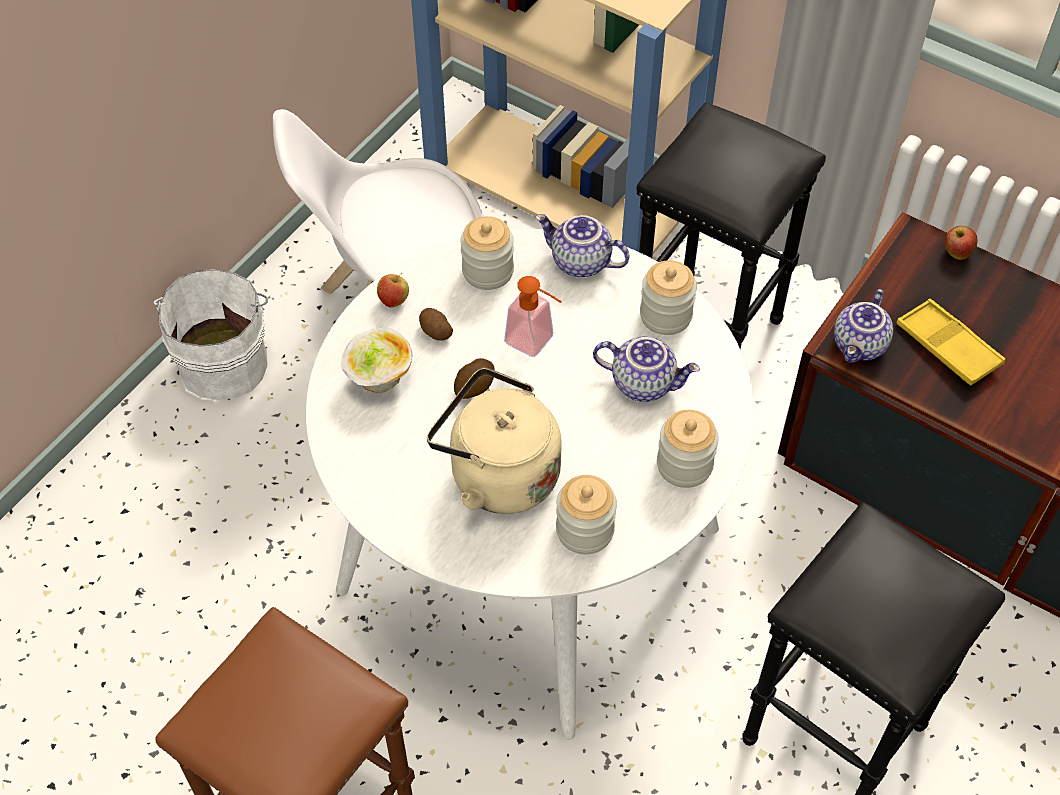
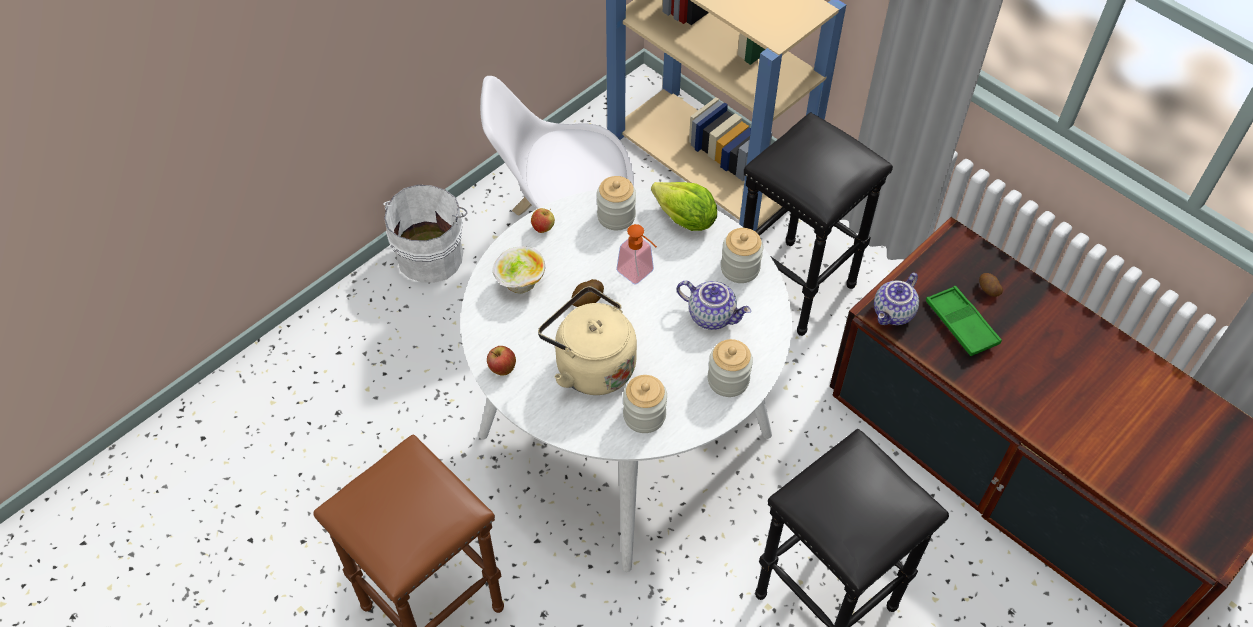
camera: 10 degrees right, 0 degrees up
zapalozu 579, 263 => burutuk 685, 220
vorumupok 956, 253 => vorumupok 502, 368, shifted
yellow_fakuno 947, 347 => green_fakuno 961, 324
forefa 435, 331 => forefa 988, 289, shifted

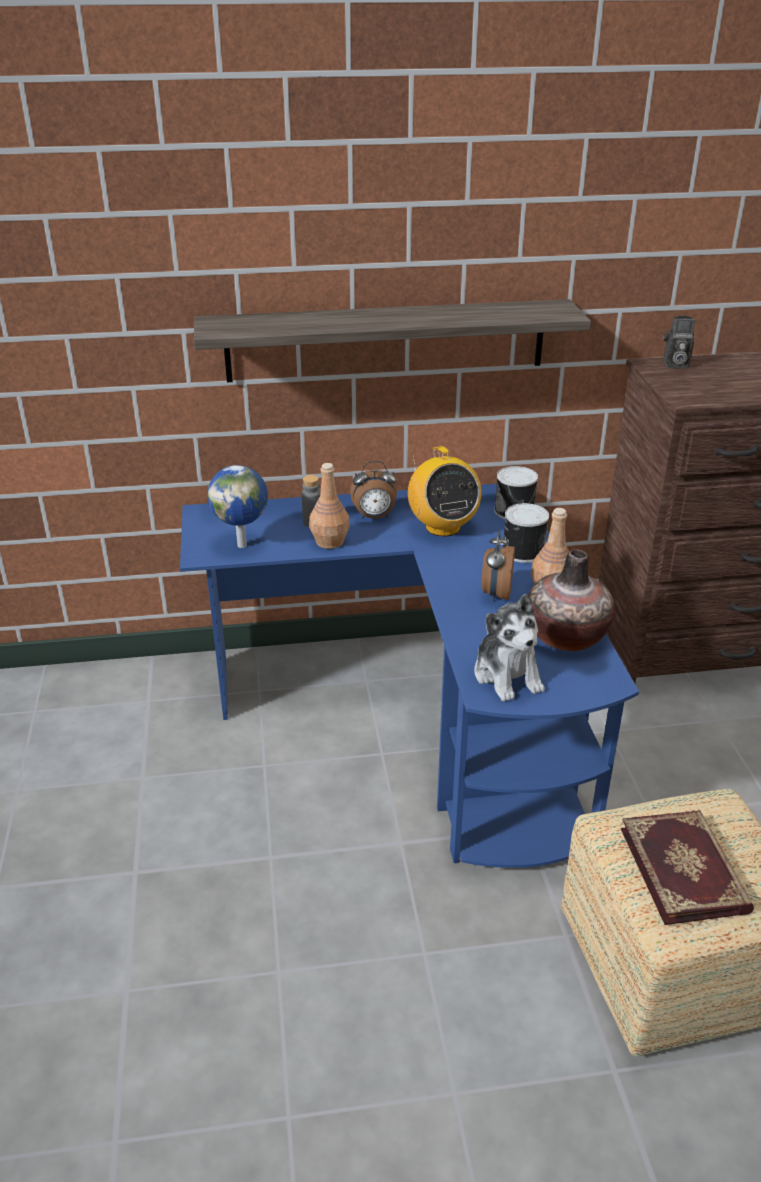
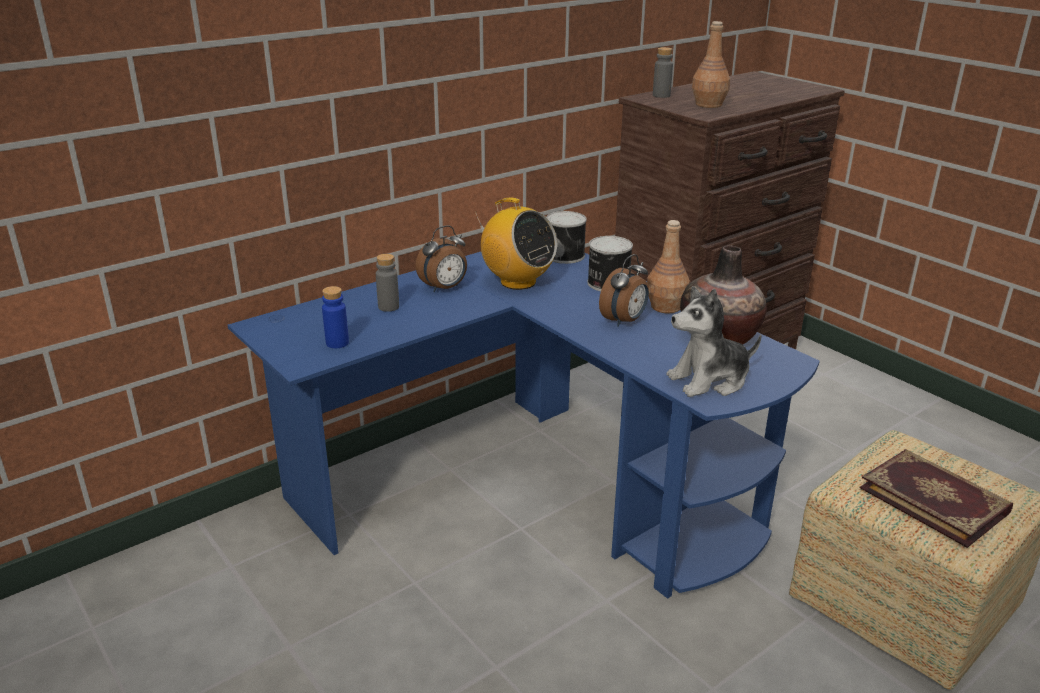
camera: 30 degrees left, 5 degrees down
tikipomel 386, 340 => nothing
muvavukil 674, 364 => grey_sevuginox 661, 95
brown_sevuginox 329, 542 => brown_sevuginox 708, 105, shifted
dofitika 243, 545 => blue_sevuginox 337, 343
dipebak 495, 594 => dipebak 624, 321, 120 degrees counterclockwise
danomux 507, 675 => danomux 709, 380, 120 degrees clockwise

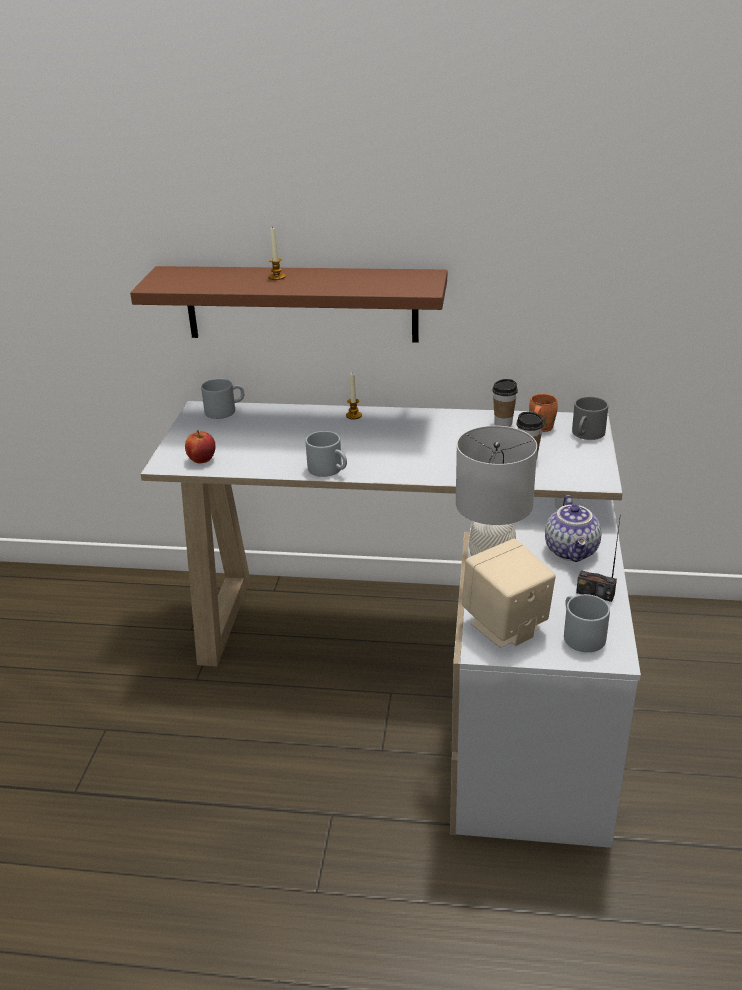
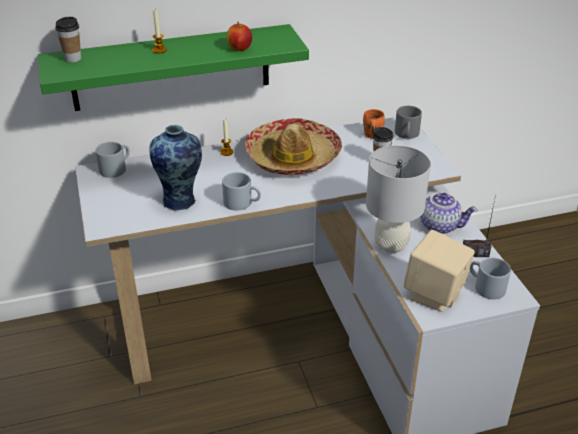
camera: 25 degrees left, 5 degrees up
brown_tikipomel 301, 304 => green_tikipomel 171, 68
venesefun 503, 423 => venesefun 73, 59, shifted
vorumupok 202, 460 => vorumupok 239, 49, shifted
zapalozu 572, 551 => zapalozu 440, 225, 45 degrees counterclockwise
nothing => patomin 293, 157
nothing => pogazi 181, 200

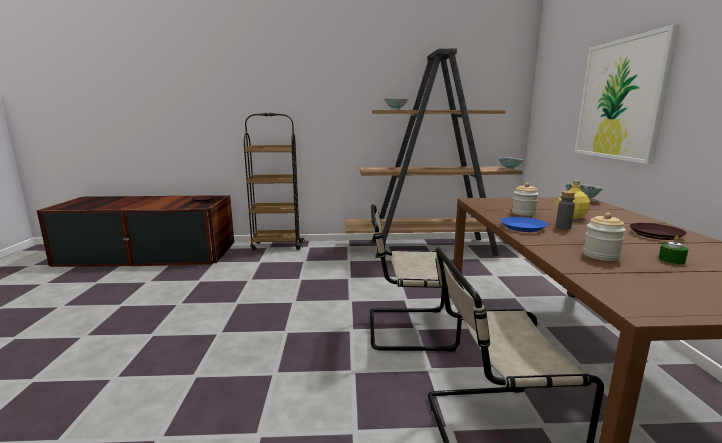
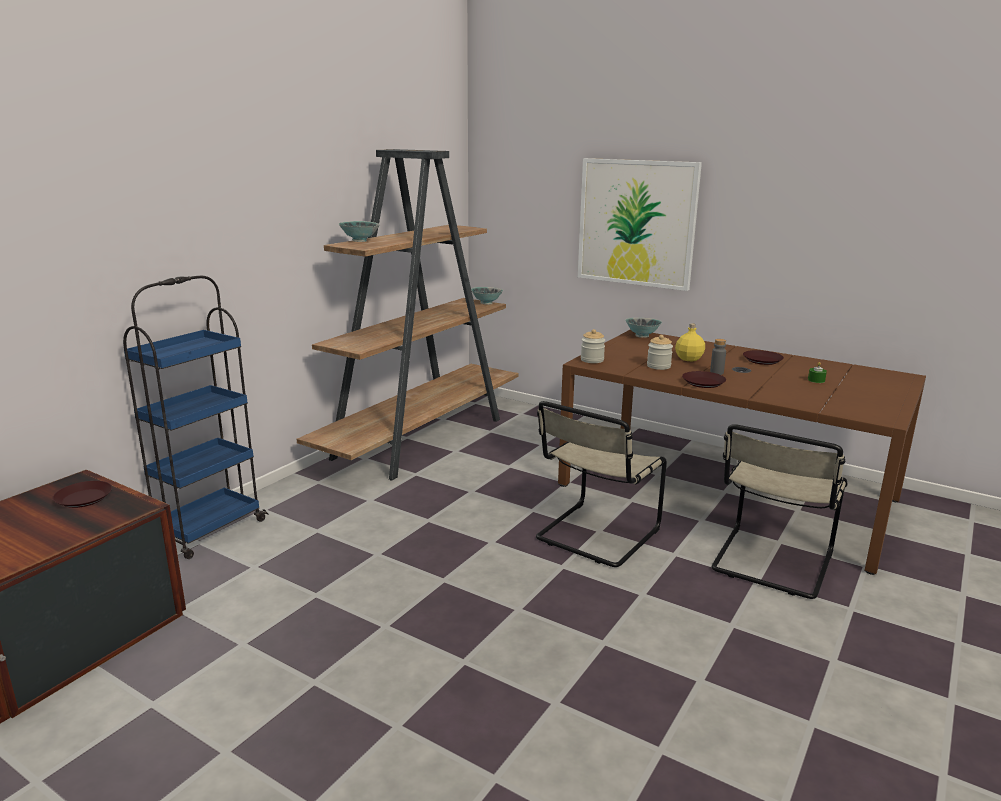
camera: 55 degrees left, 5 degrees up
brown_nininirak 277, 246 => blue_nininirak 210, 533
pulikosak 601, 255 => pulikosak 592, 360, shifted
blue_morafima 523, 228 => brown_morafima 703, 383

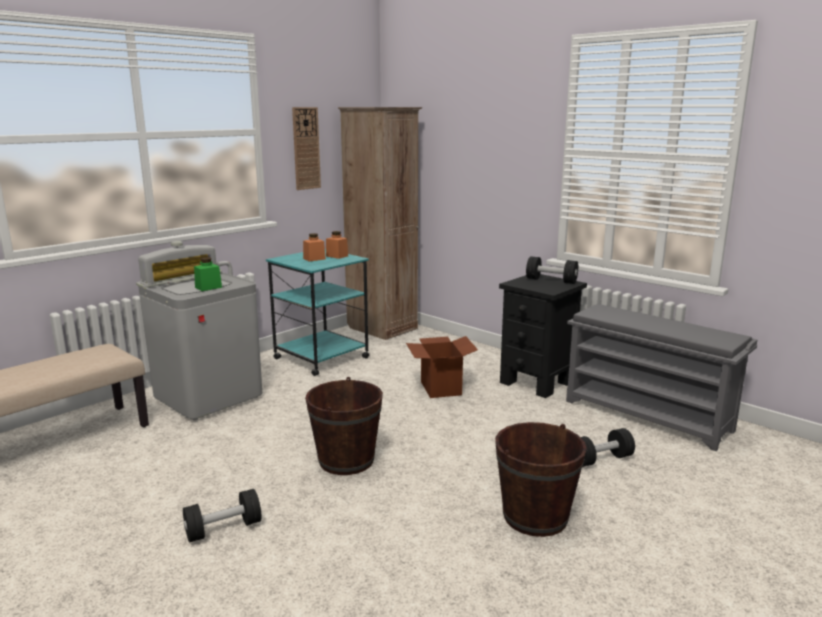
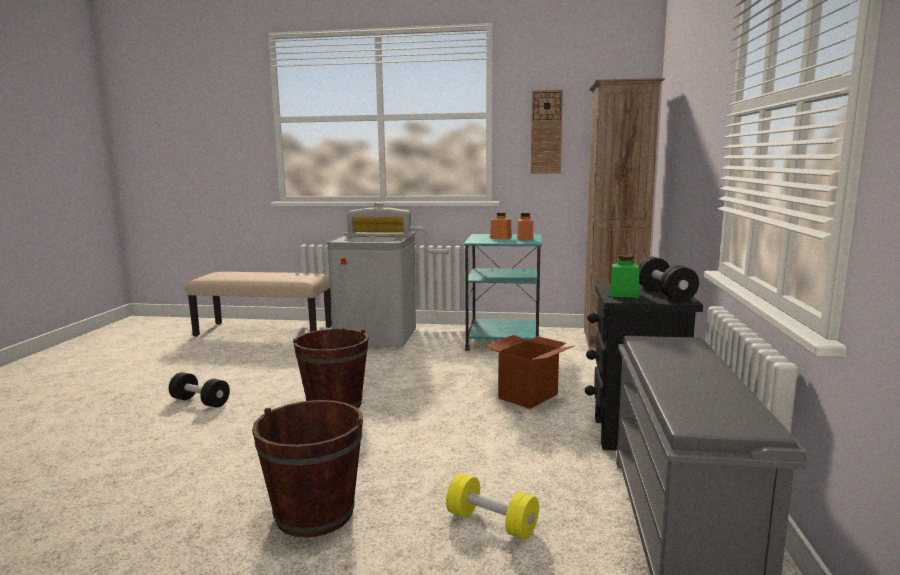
camera: 55 degrees right, 5 degrees down
green_pulikosak 208, 287 => green_pulikosak 624, 294, shifted
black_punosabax 600, 459 => yellow_punosabax 491, 523

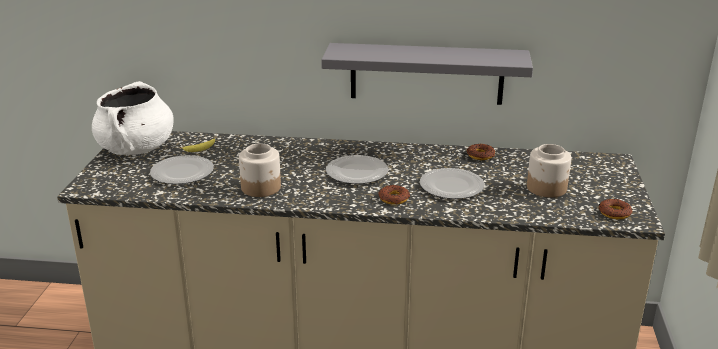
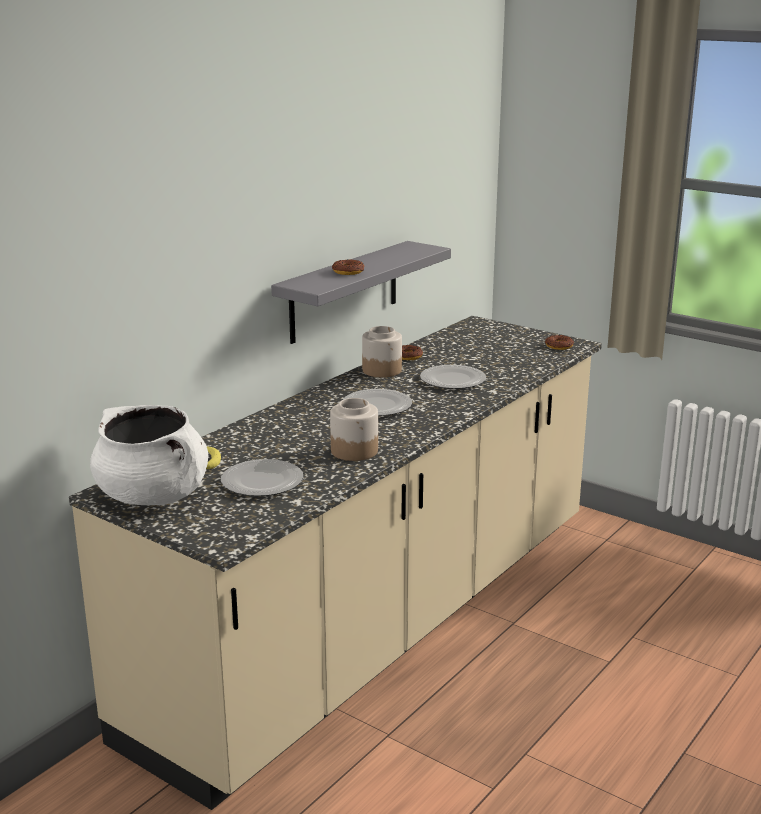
camera: 60 degrees left, 5 degrees down
pulikosak 547, 188 => pulikosak 382, 370, shifted
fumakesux 394, 198 => fumakesux 348, 271, shifted

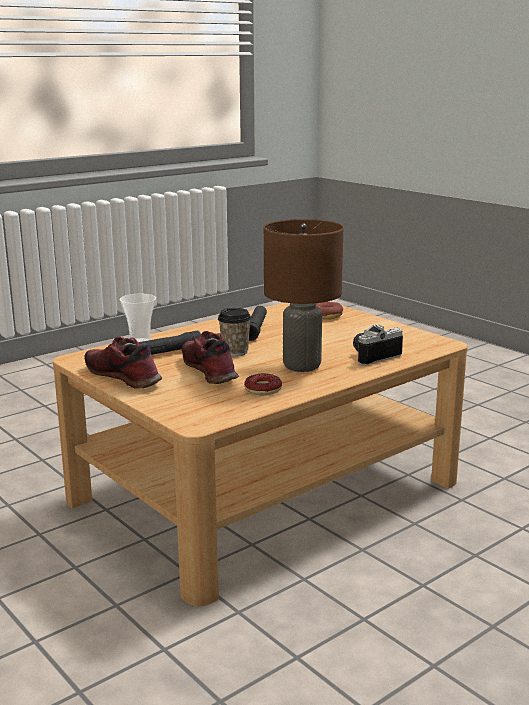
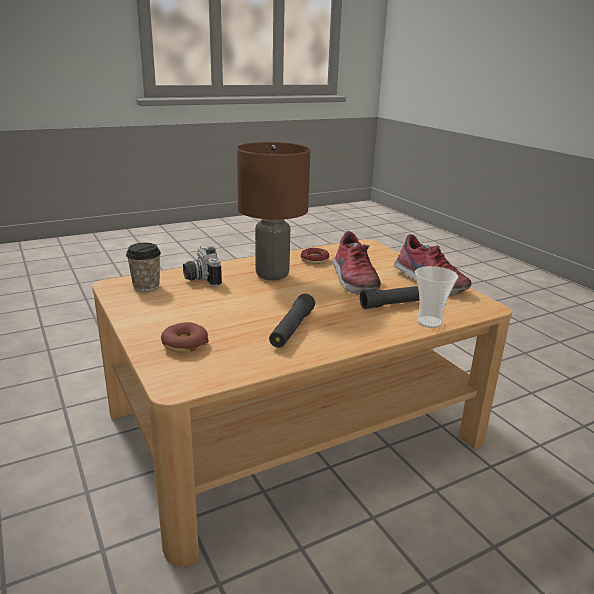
camera: 170 degrees left, 5 degrees up
venesefun 235, 352 => venesefun 146, 286, shifted
muvavukil 372, 356 => muvavukil 200, 278, 90 degrees clockwise

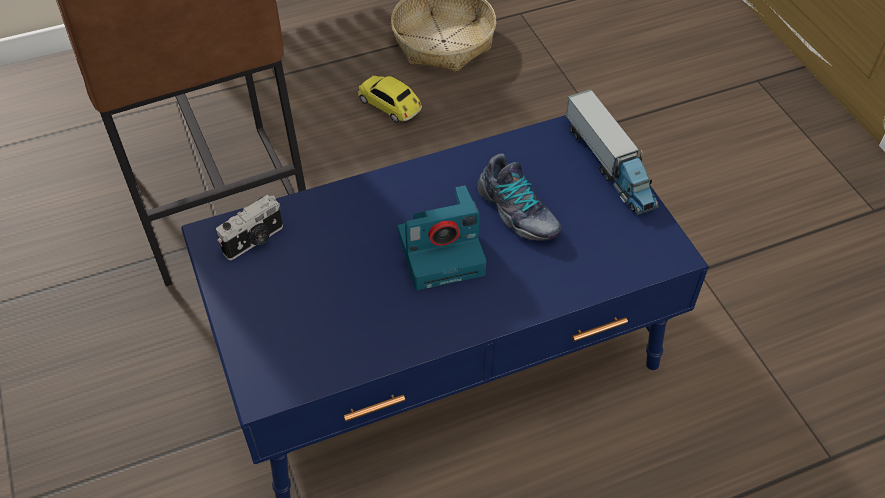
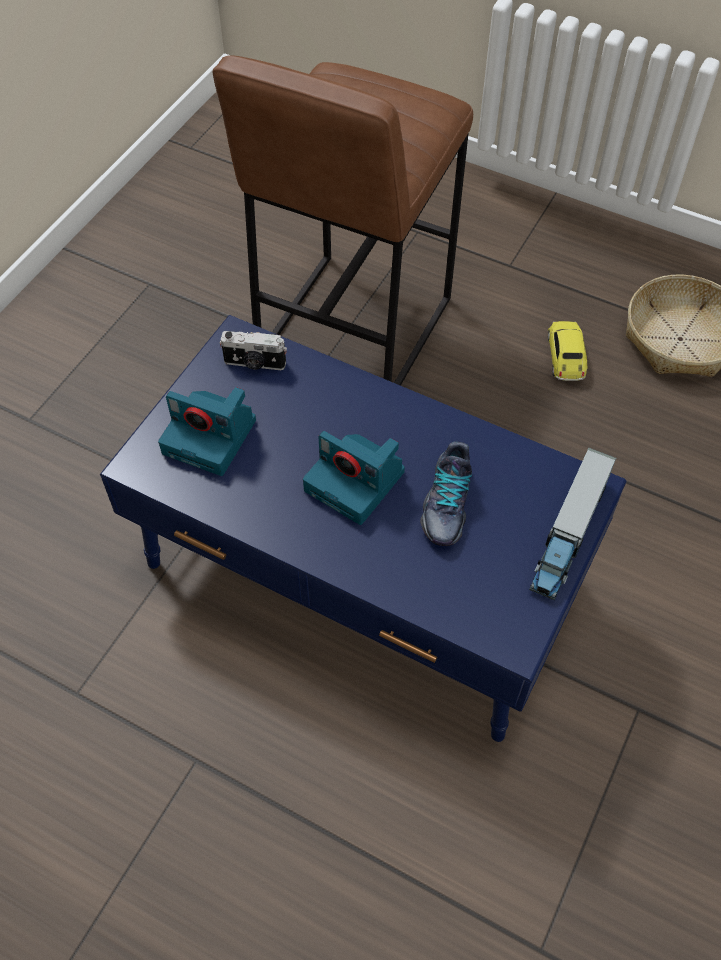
camera: 50 degrees right, 5 degrees up
nothing => muvavukil 212, 436

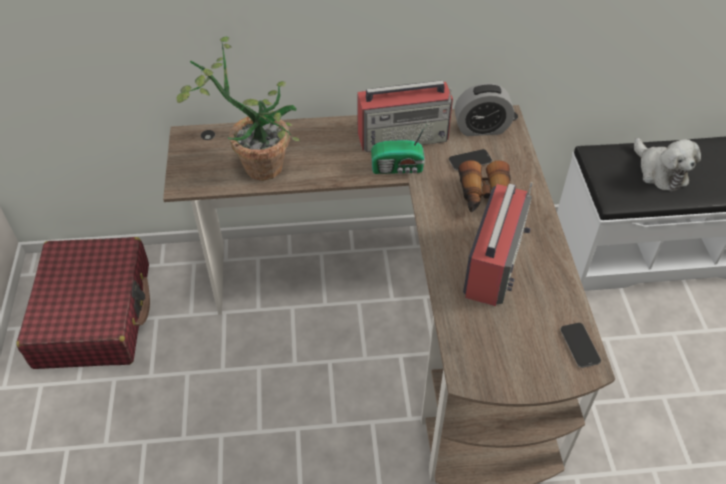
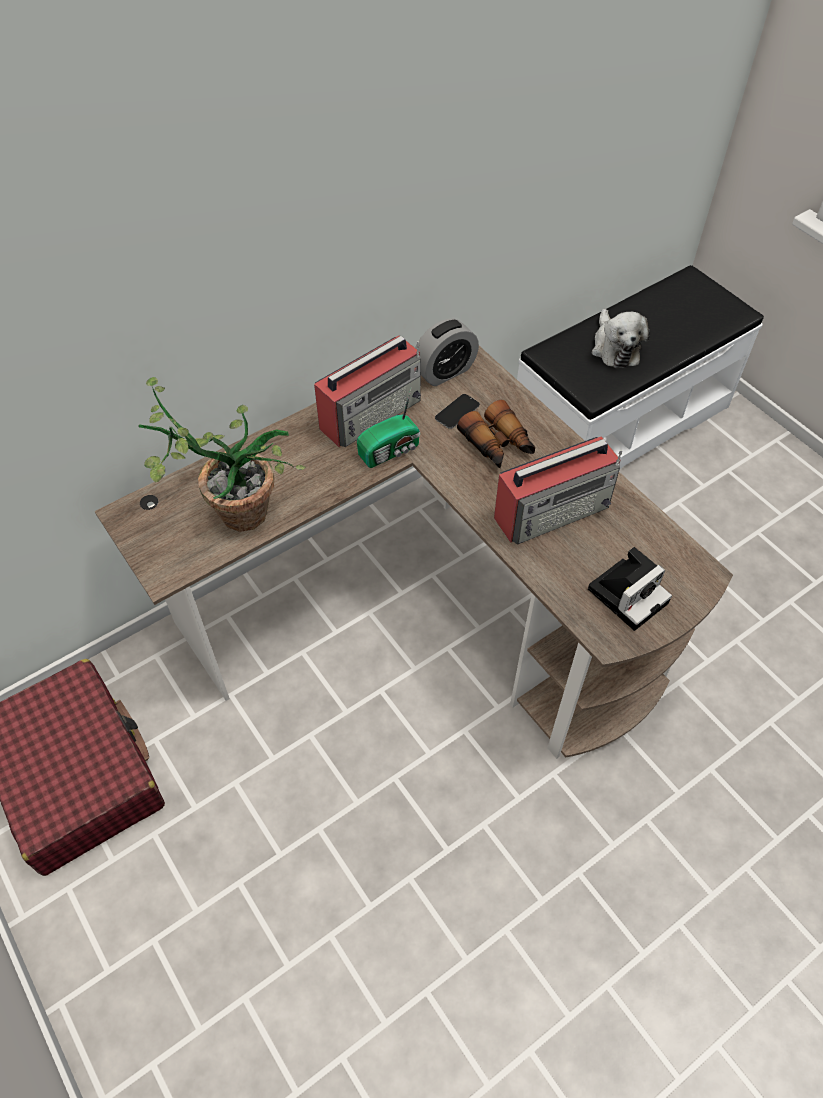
camera: 30 degrees left, 5 degrees up
danomux 660, 172 => danomux 615, 347, 45 degrees clockwise
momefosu 494, 262 => momefosu 553, 511, 75 degrees clockwise
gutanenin 580, 345 => nothing
nothing => muvavukil 629, 593

